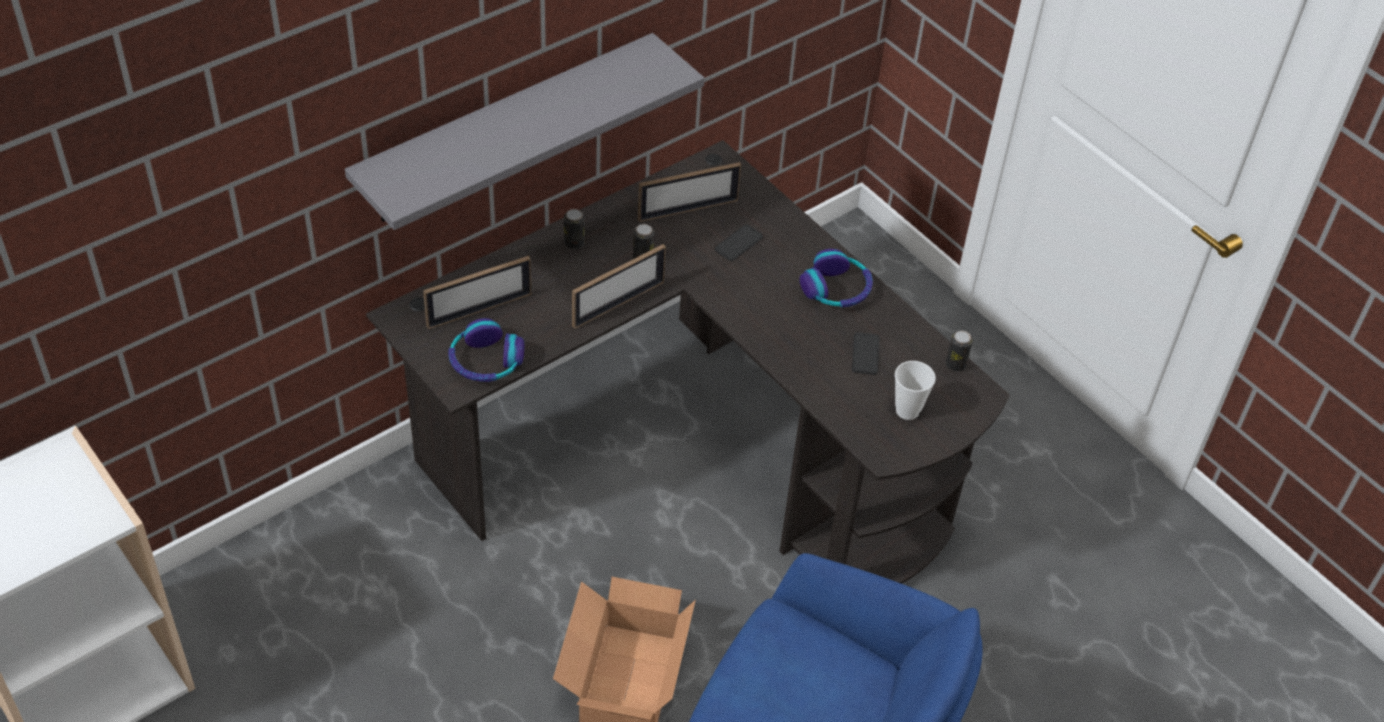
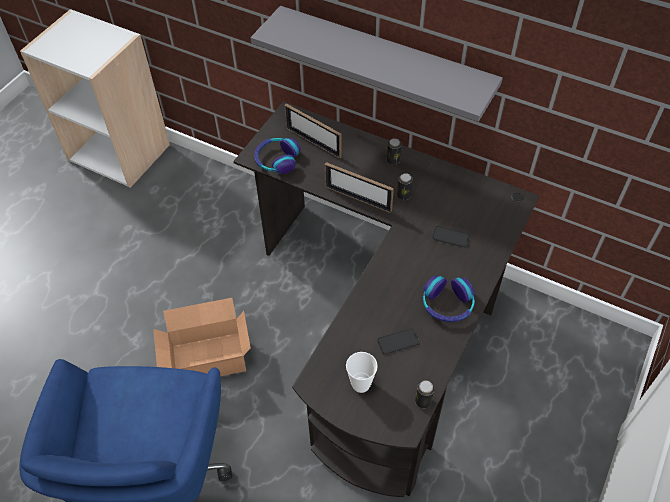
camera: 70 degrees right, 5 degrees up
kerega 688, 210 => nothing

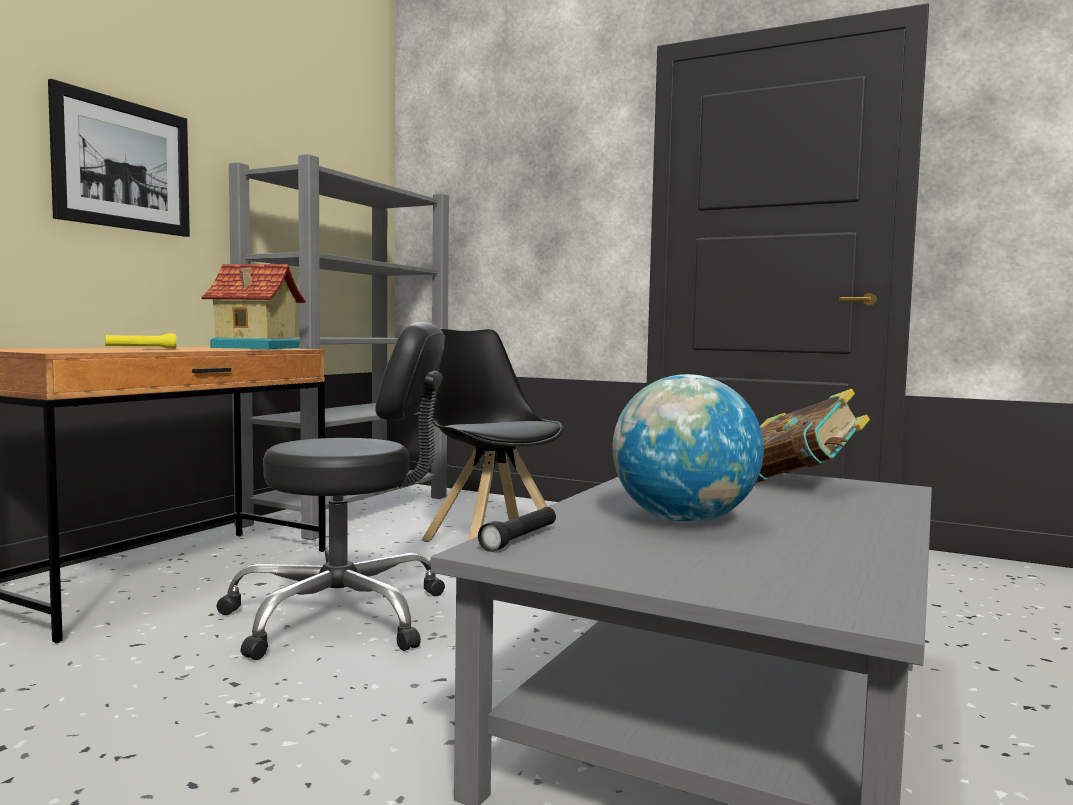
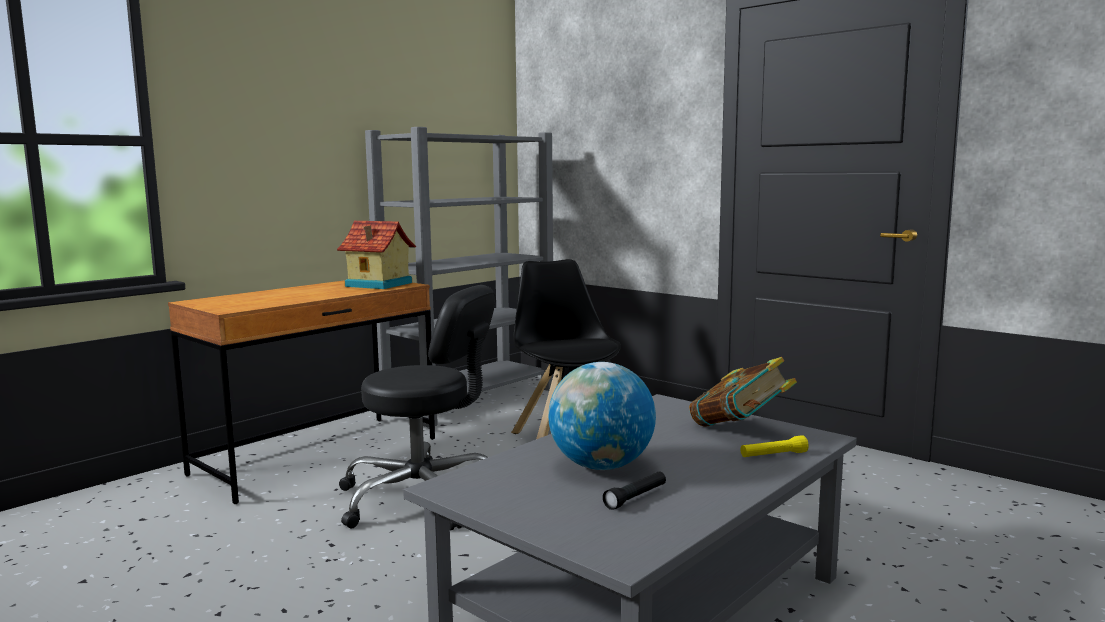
camera: 15 degrees right, 5 degrees up
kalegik 123, 165 => nothing
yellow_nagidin 141, 348 => yellow_nagidin 773, 455, shifted
black_nagidin 520, 539 => black_nagidin 636, 497, shifted

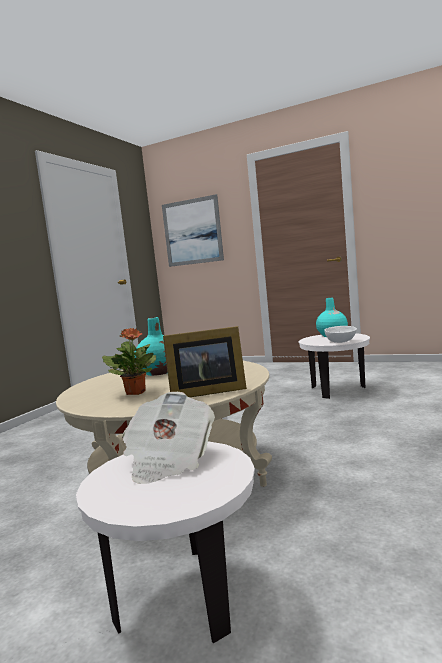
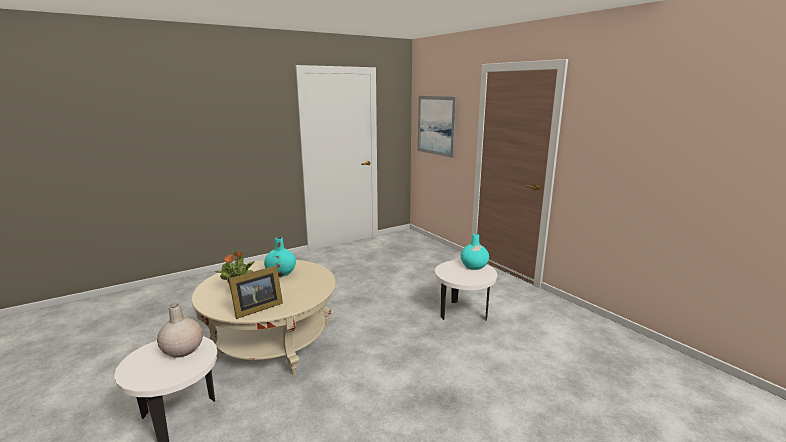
camera: 30 degrees right, 10 degrees up
kerega 205, 392 => kerega 256, 308, 60 degrees counterclockwise
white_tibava 340, 341 => nothing
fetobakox 168, 460 => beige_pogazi 182, 350

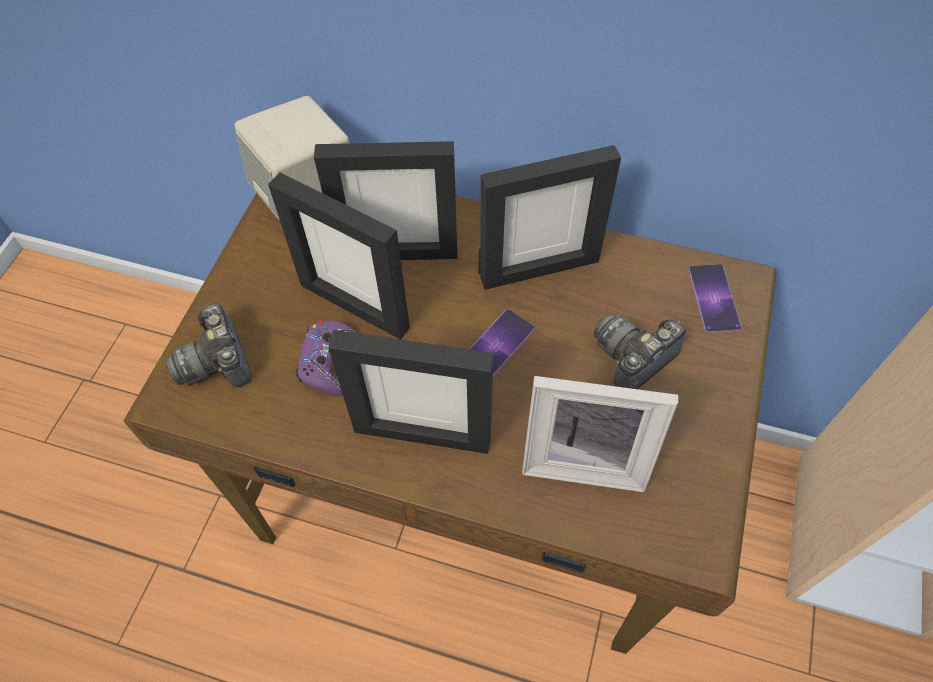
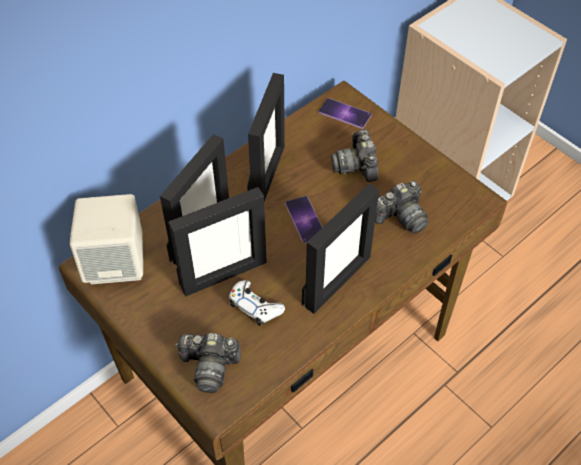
camera: 60 degrees left, 5 degrees down
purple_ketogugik 328, 362 => white_ketogugik 255, 306
kerega 585, 458 => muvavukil 400, 217

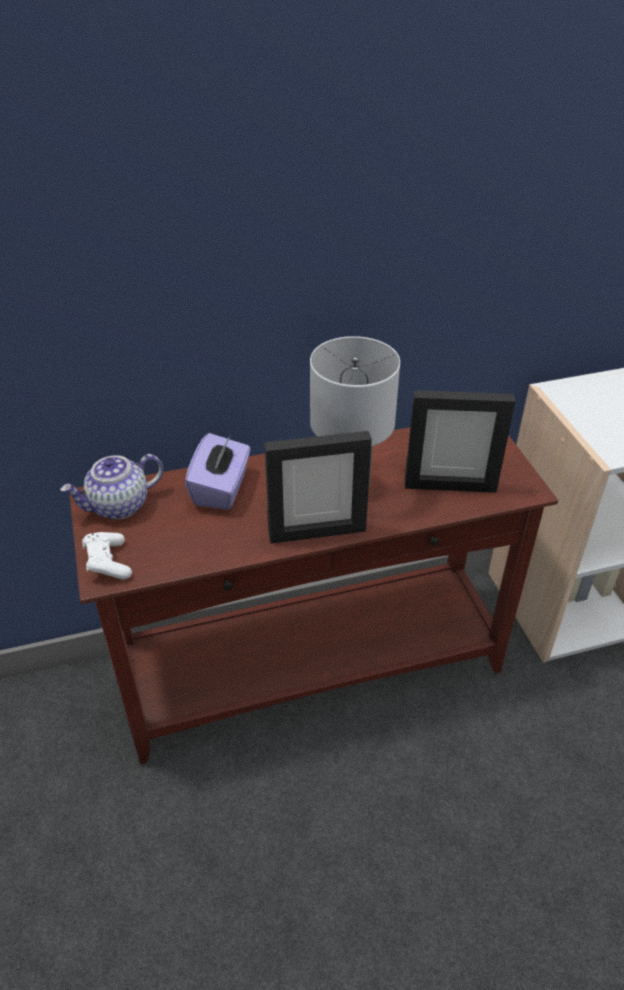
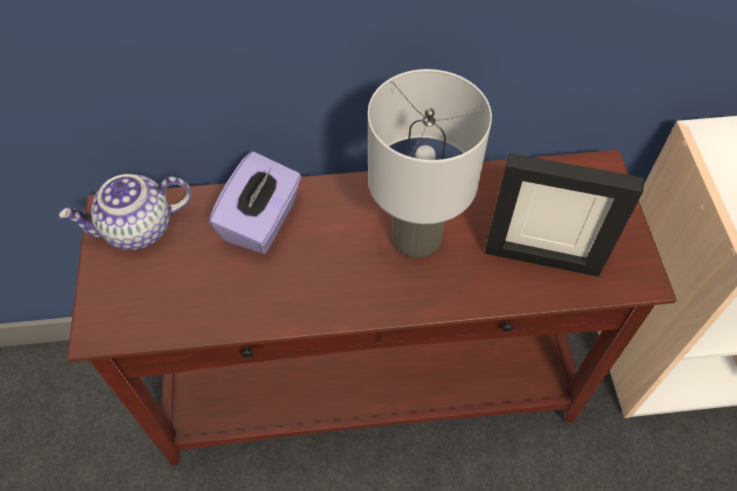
camera: 10 degrees right, 15 degrees up
kerega 317, 531 => nothing
white_ketogugik 108, 563 => nothing

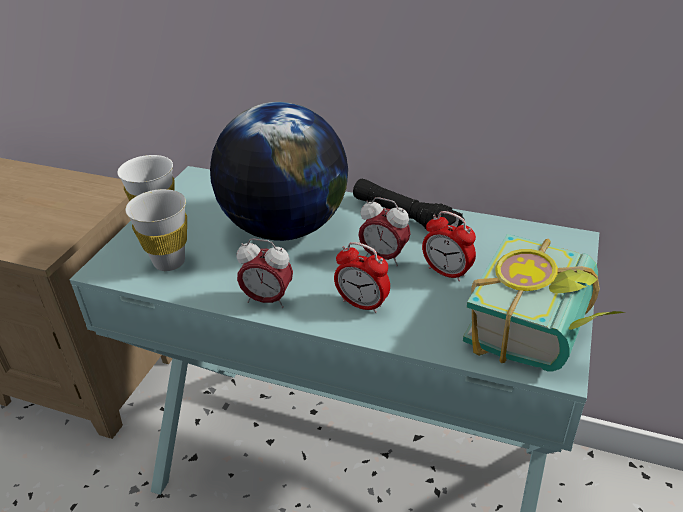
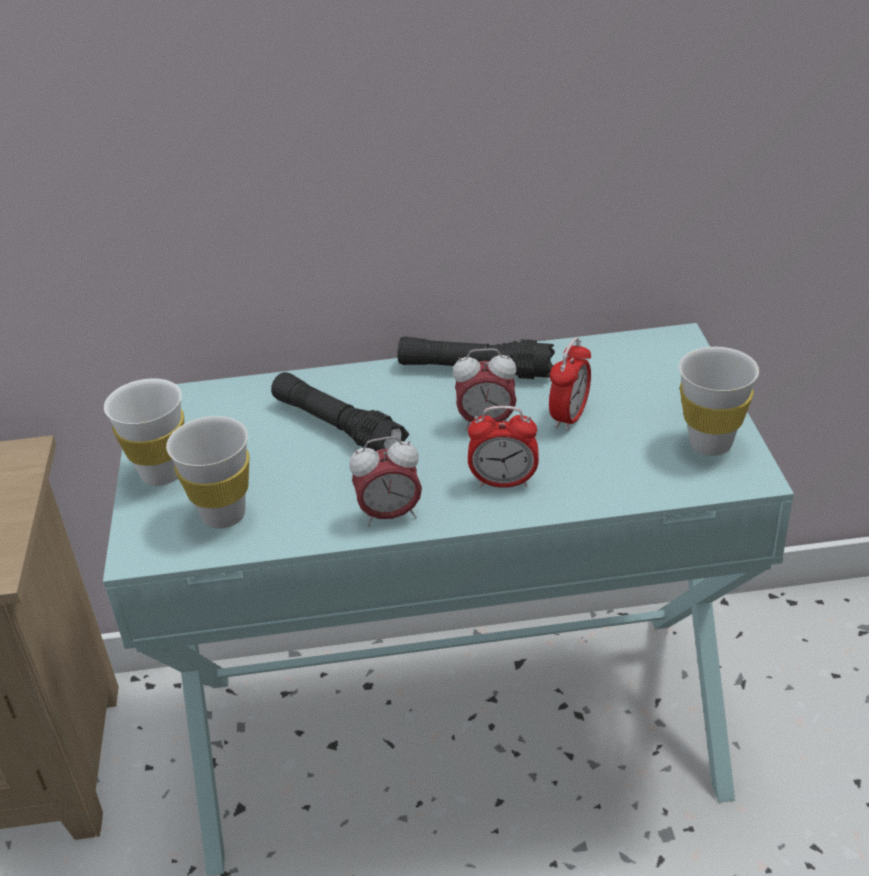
camera: 25 degrees left, 0 degrees up
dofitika 284, 228 => black_nagidin 338, 427
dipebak 446, 272 => dipebak 569, 417, 75 degrees counterclockwise
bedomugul 542, 330 => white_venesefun 710, 444

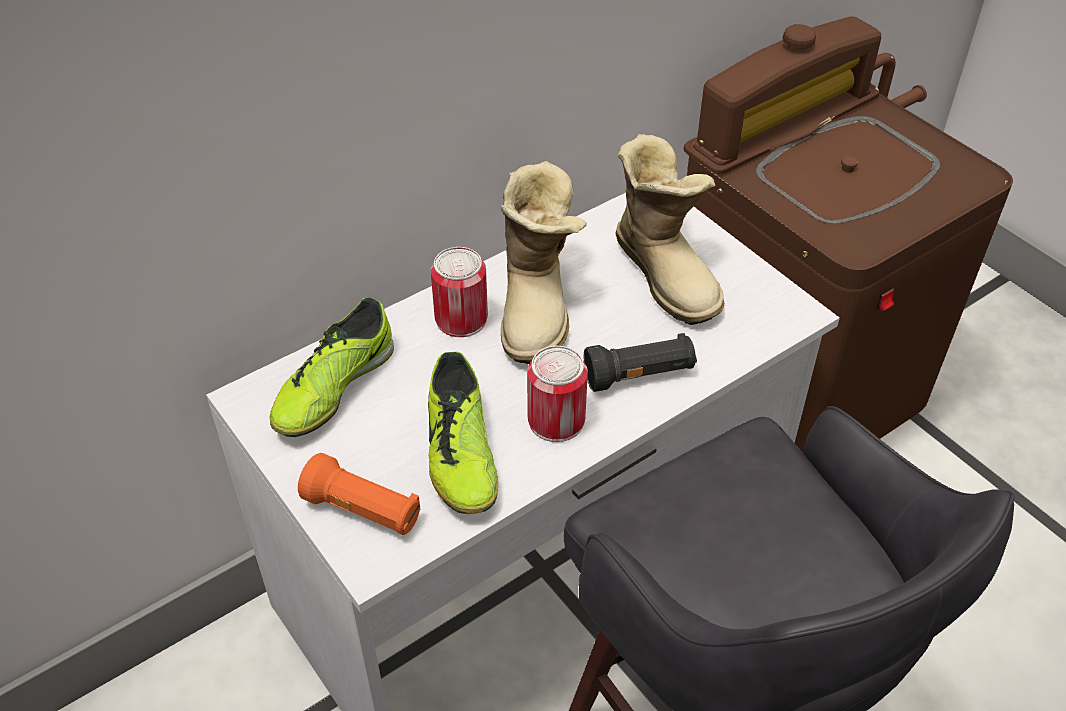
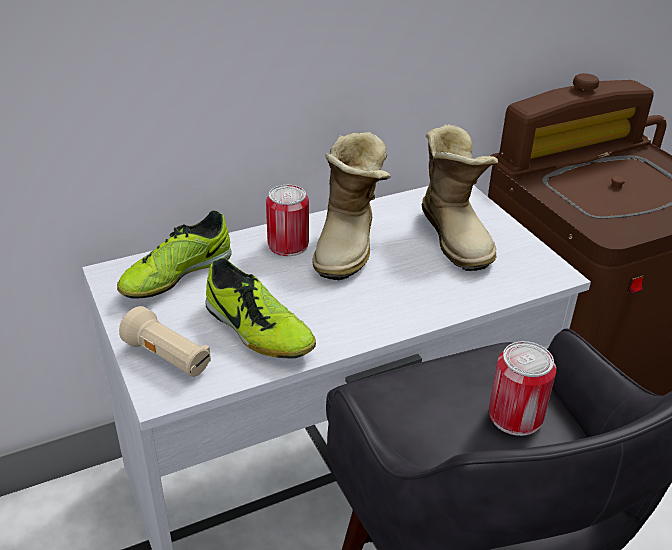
camera: 10 degrees right, 10 degrees down
black_nagidin 639, 375 => nothing
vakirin 556, 420 => vakirin 515, 415, shifted
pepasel 460, 453 => pepasel 257, 330, 45 degrees counterclockwise
orange_nagidin 364, 511 => beige_nagidin 168, 358

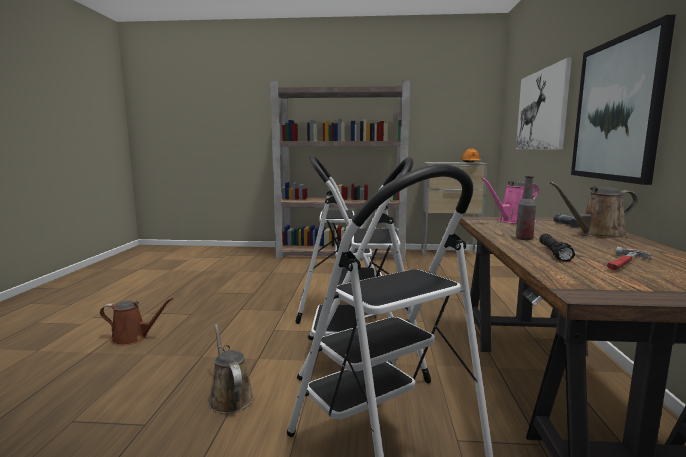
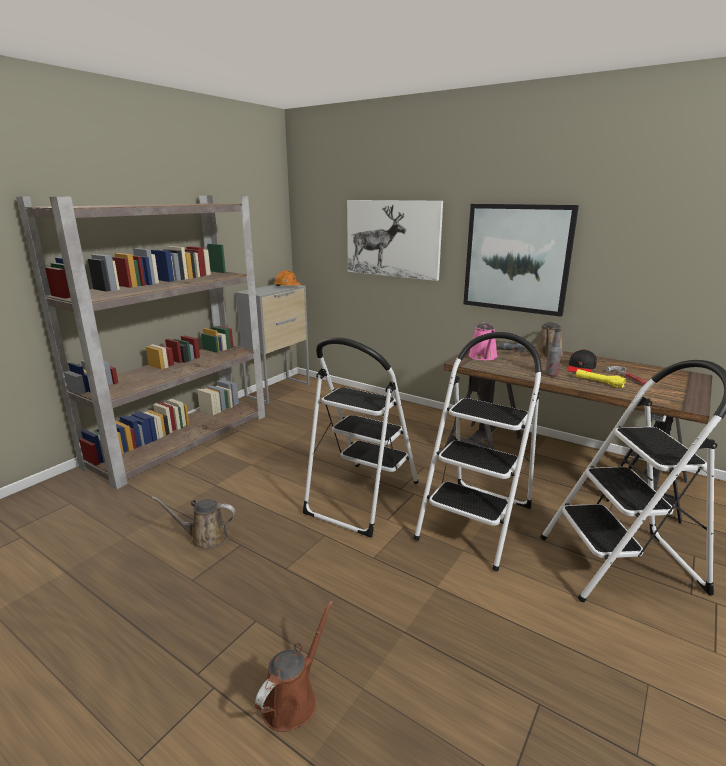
camera: 60 degrees left, 10 degrees up
black_nagidin 554, 253 => yellow_nagidin 599, 382
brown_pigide 230, 397 => brown_pigide 205, 538, shifted
nothing => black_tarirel 581, 368

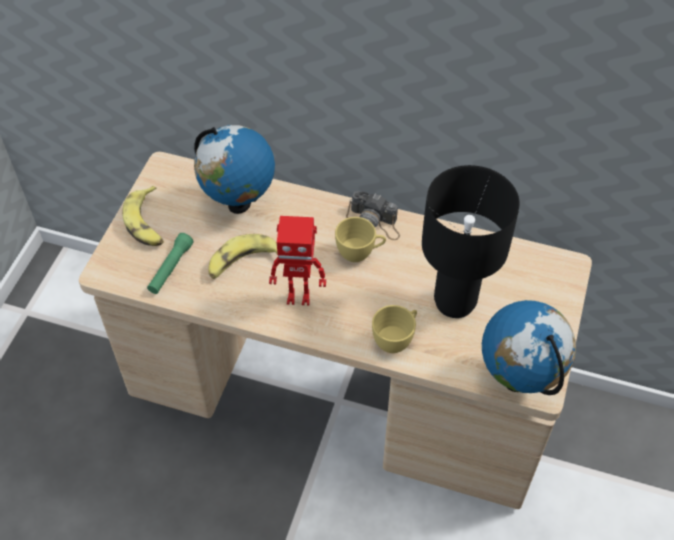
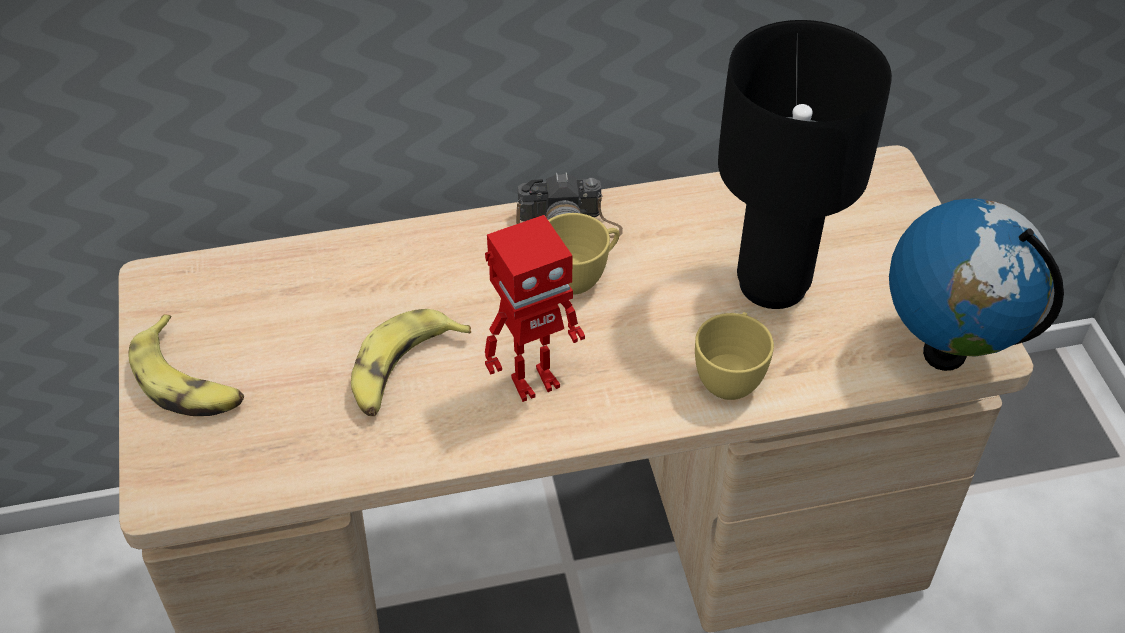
camera: 30 degrees left, 5 degrees down
dofitika 239, 204 => nothing
green_nagidin 170, 268 => nothing

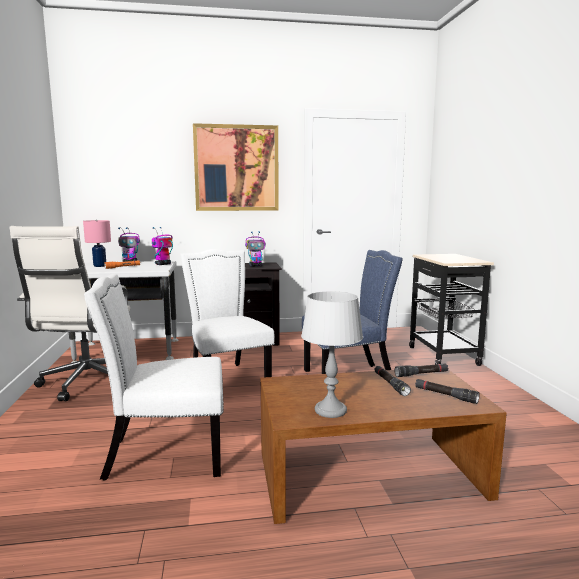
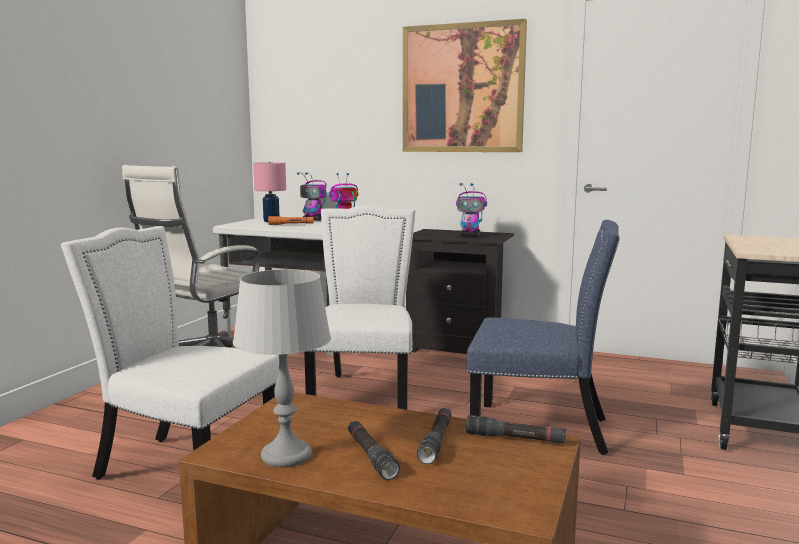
camera: 30 degrees right, 0 degrees up
black_nagidin 445, 395 => black_nagidin 371, 456, shifted

